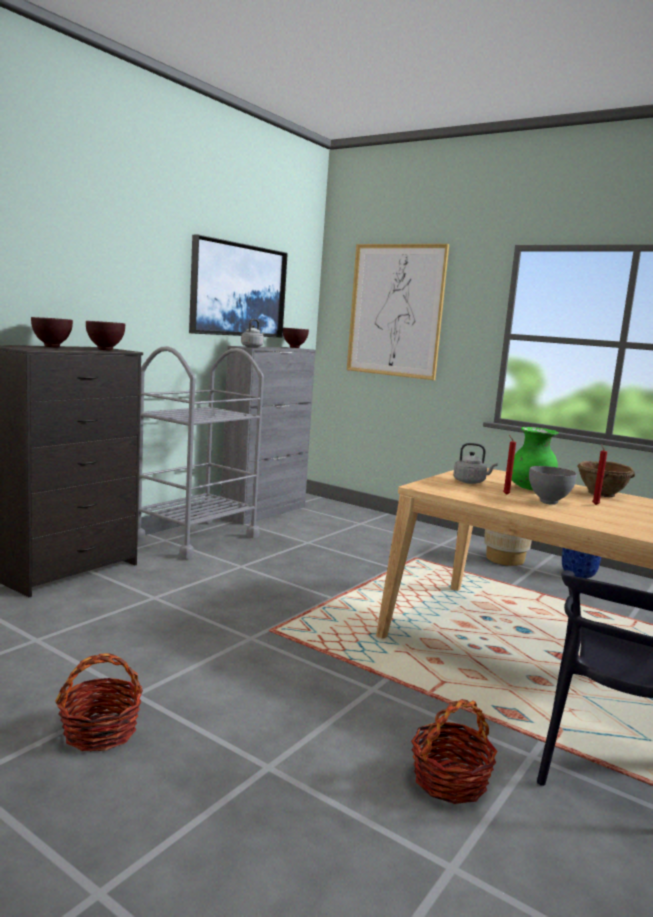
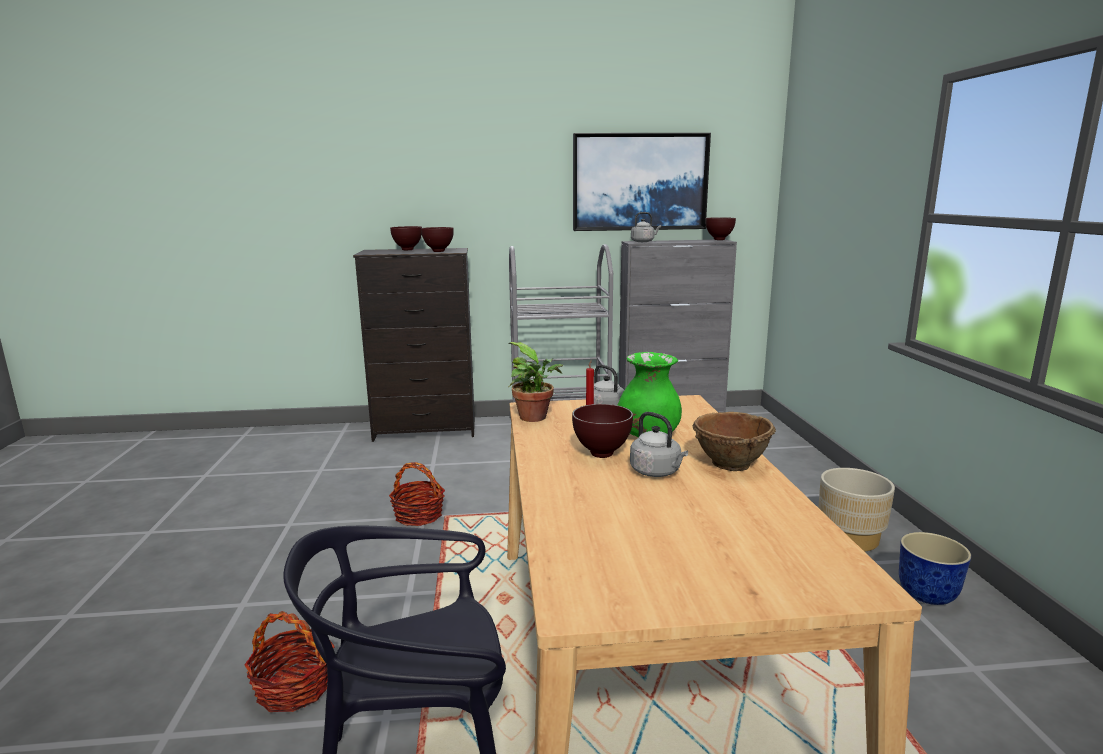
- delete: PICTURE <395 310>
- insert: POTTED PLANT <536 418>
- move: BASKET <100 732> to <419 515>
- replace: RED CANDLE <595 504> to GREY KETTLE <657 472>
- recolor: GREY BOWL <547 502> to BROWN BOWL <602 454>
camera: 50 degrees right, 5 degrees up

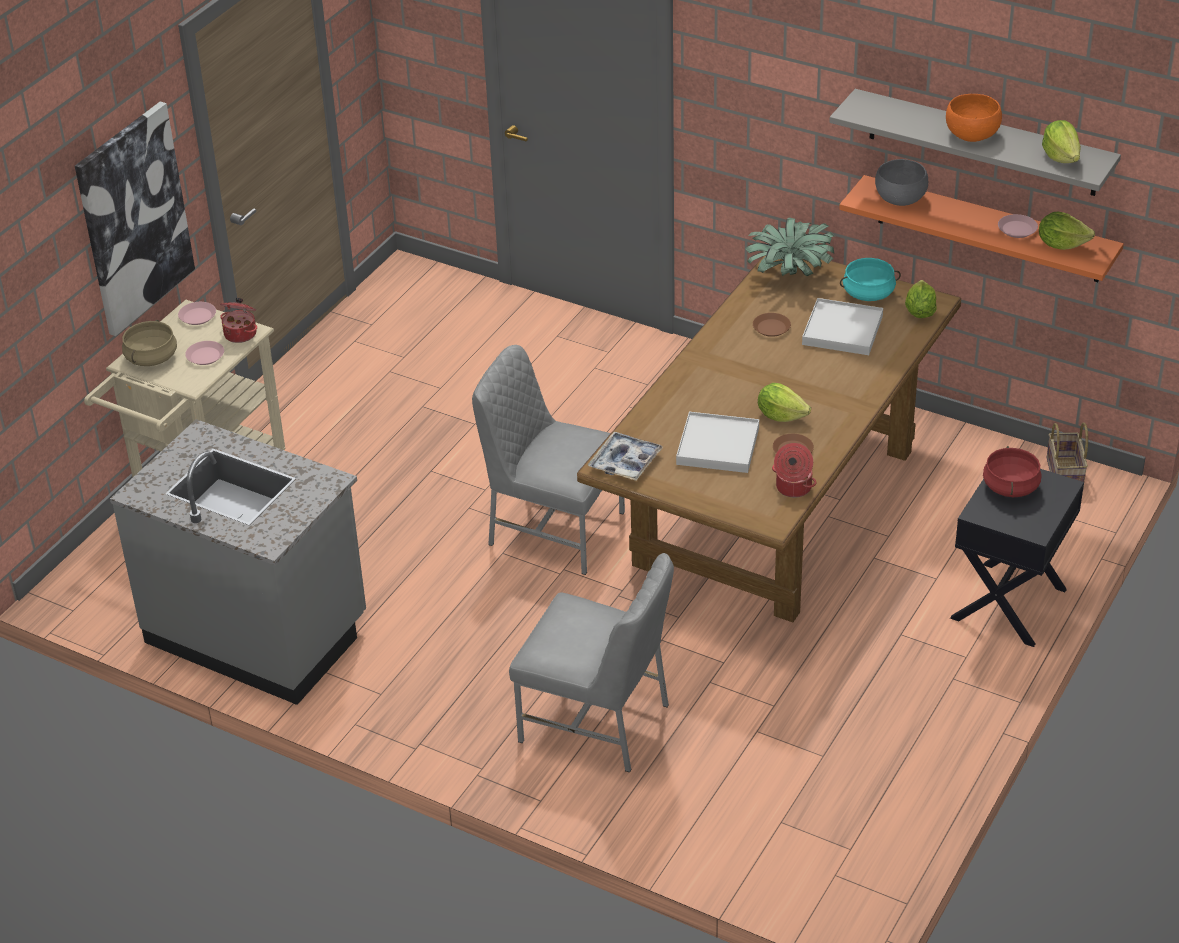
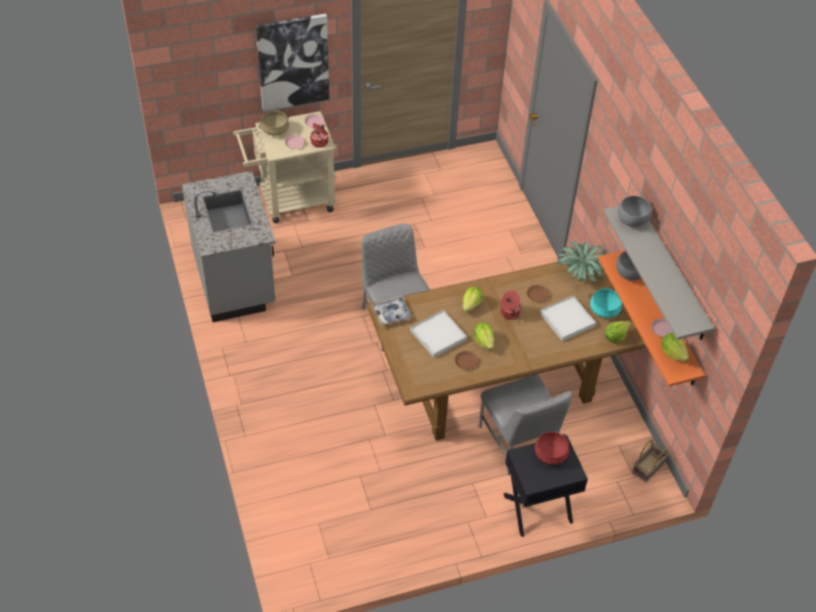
- delete: ORANGE BOWL <972 135>
- insert: GREY BOWL <632 220>
- move: GREY CHAIR <597 722> to <518 442>
- move: COOKING POT <793 488> to <509 312>
- move: LETTUCE <1061 157> to <471 305>
camera: 40 degrees right, 10 degrees up

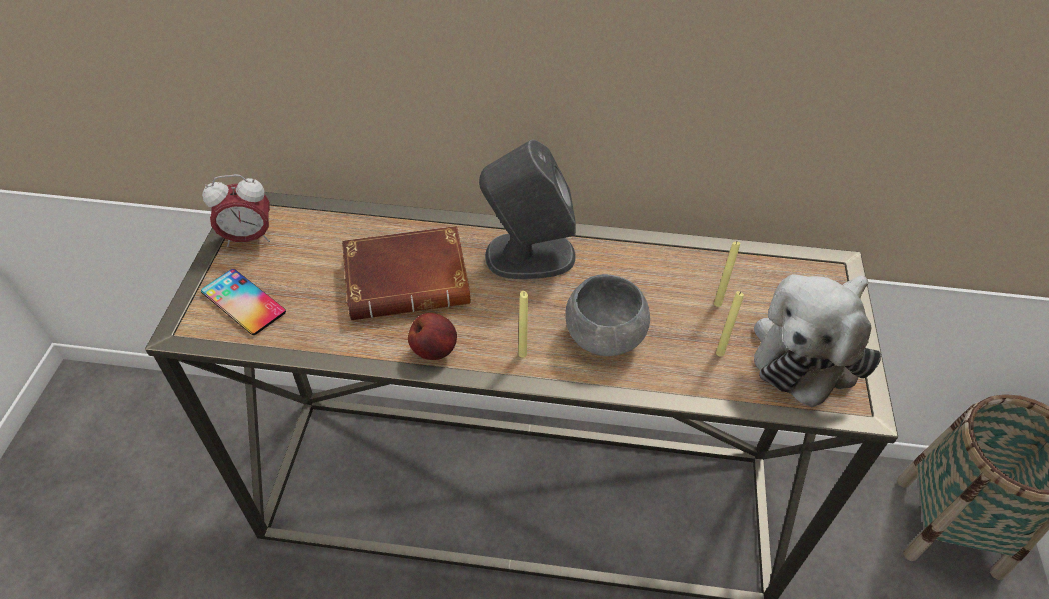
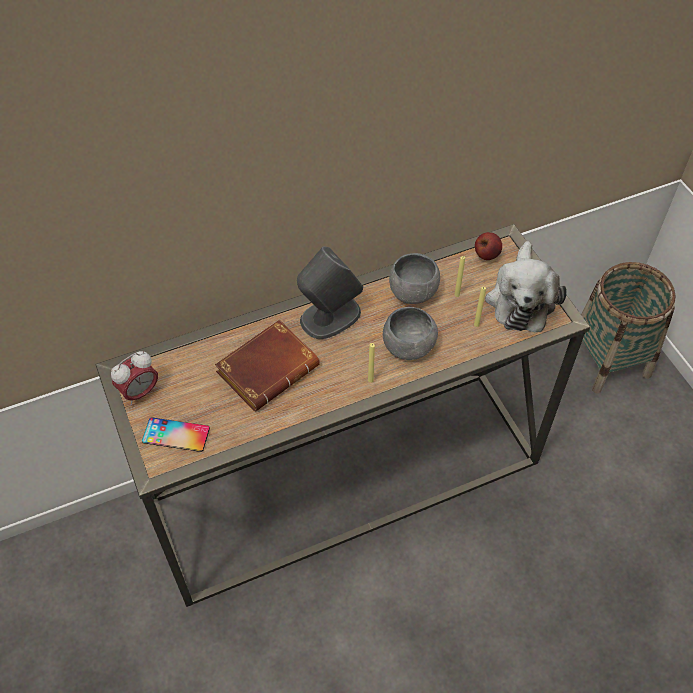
- insert: GREY BOWL <413 292>
- move: APPLE <434 350> to <486 255>
camera: 30 degrees left, 5 degrees up

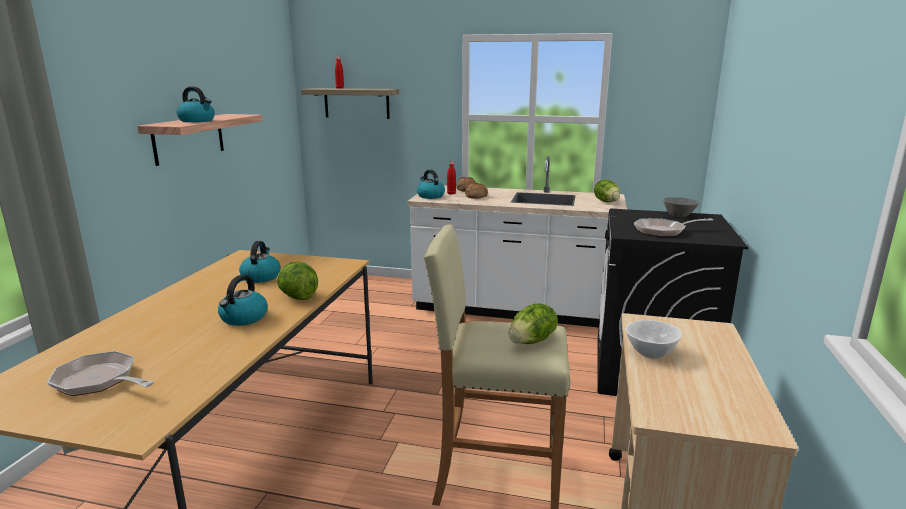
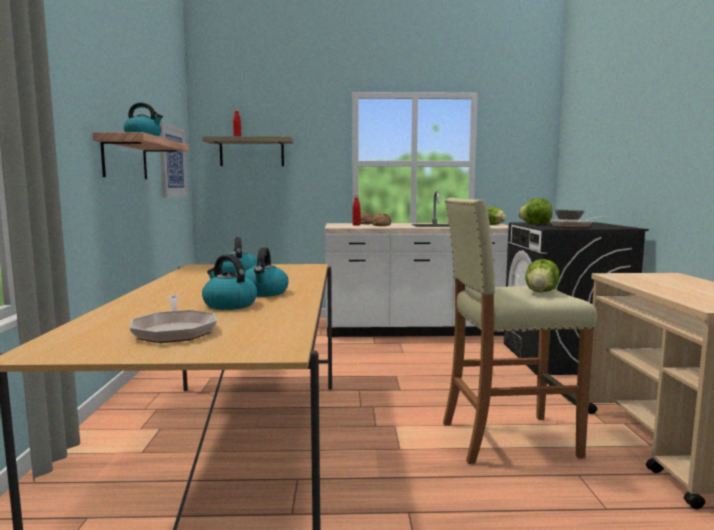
- delete: WHITE BOWL <649 352>
- insert: PICTURE <172 161>
- move: LETTUCE <297 297> to <535 224>
- move: KETTLE <430 196> to <229 305>
- rotate: FRYING PAN <99 381> = <174 330> 120 degrees counterclockwise
camera: 15 degrees left, 10 degrees down

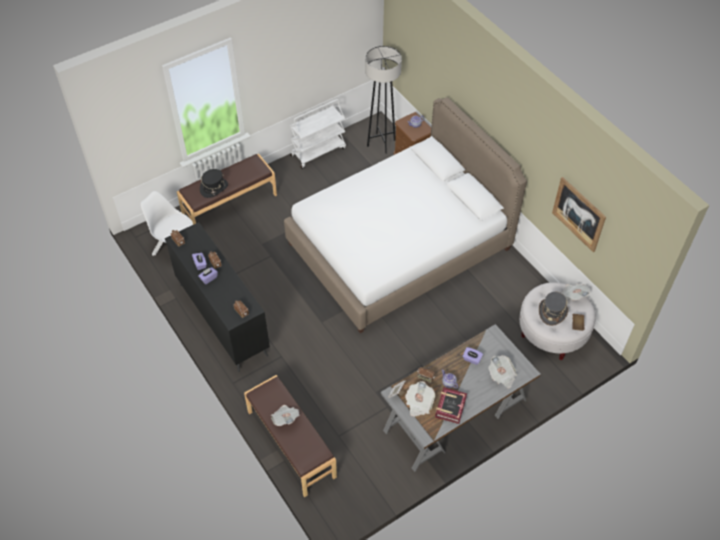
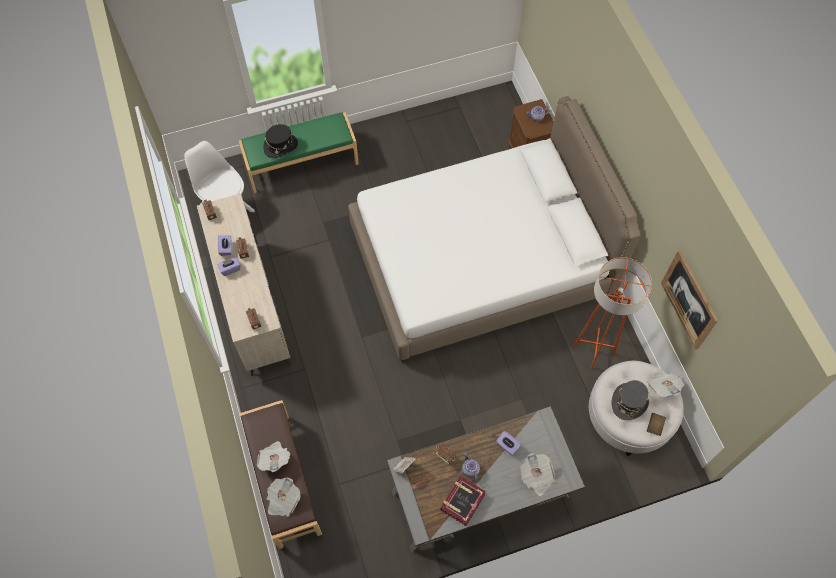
- delete: WHITE CART <318 151>
- delete: GREY FLOOR LAMP <381 143>
- insert: ORANGE FLOOR LAMP <594 350>
- move: NEWSPAPER <419 403> to <283 500>
- recolor: BLACK DRESSER <223 319> to BEIGE DRESSER <253 306>
- recolor: BROWN BENCH <229 204> to GREEN BENCH <301 164>
camera: 15 degrees right, 10 degrees up

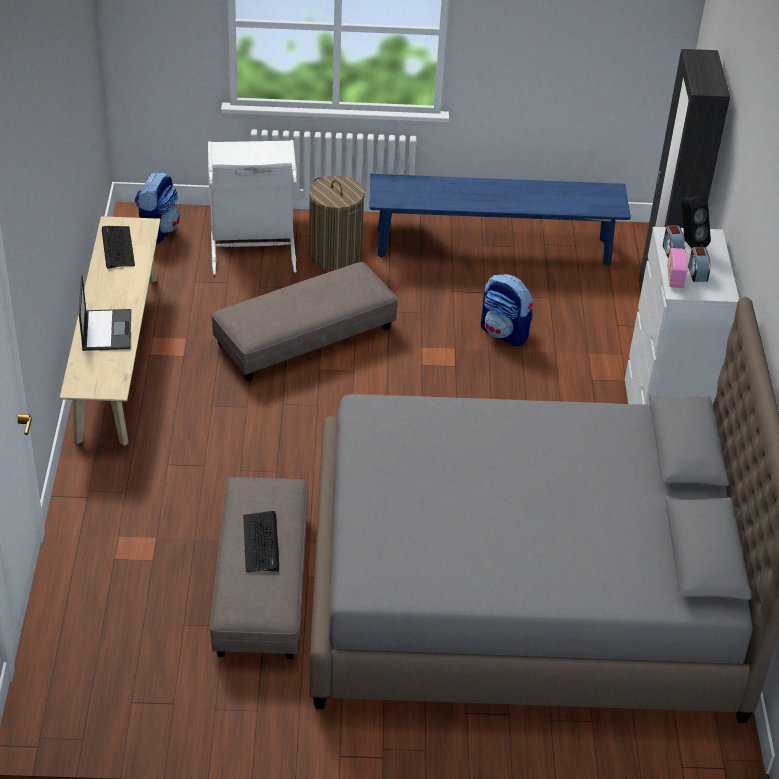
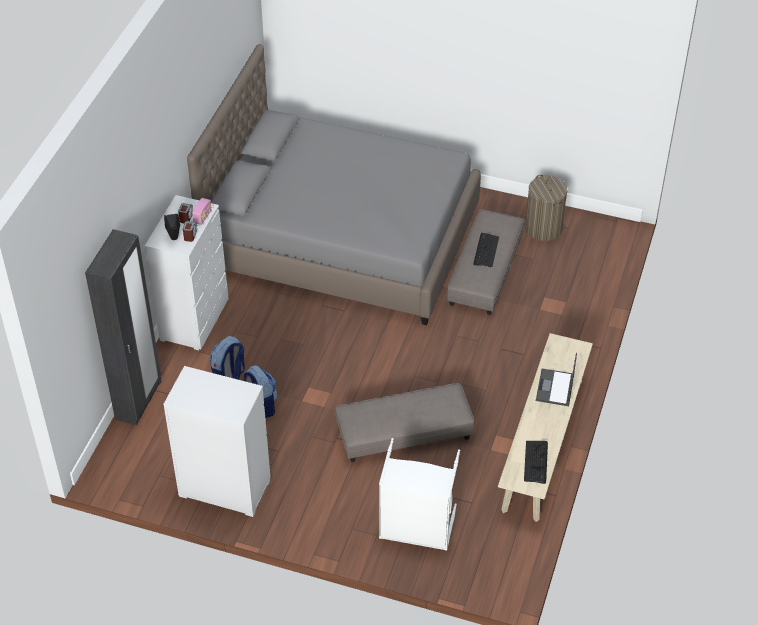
- move: BACKPACK <158 230> to <229 377>
- move: LAUNDRY BASKET <335 255> to <543 228>
- replace: BLUE BENCH <493 247> to WHITE DRESSER <224 487>
camera: 160 degrees left, 5 degrees up

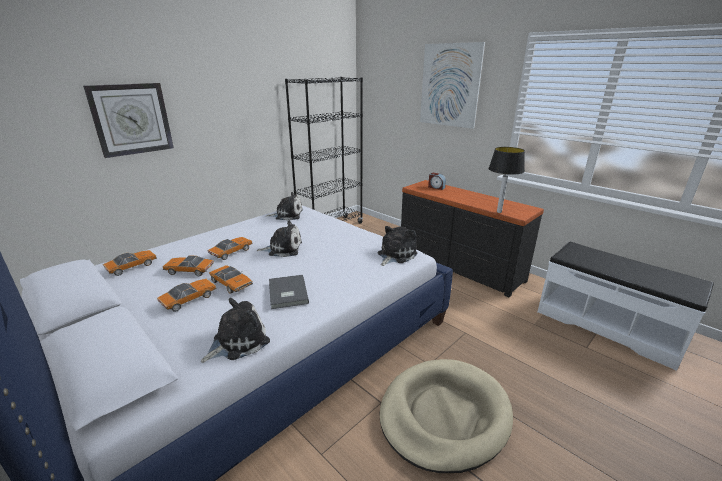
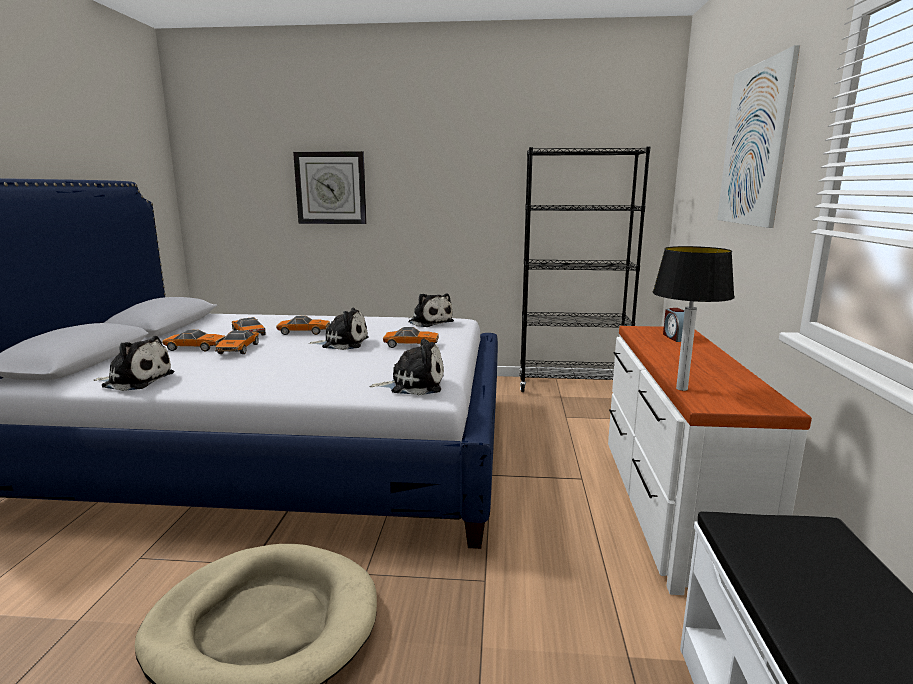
- delete: GREY BOOK <286 293>
- move: TOY CAR <132 266> to <411 345>
- recolor: BLACK DRESSER <458 266> to WHITE DRESSER <671 506>
- rotate: PLUSH TOY <283 249> = <342 343> 45 degrees counterclockwise
camera: 50 degrees right, 10 degrees down

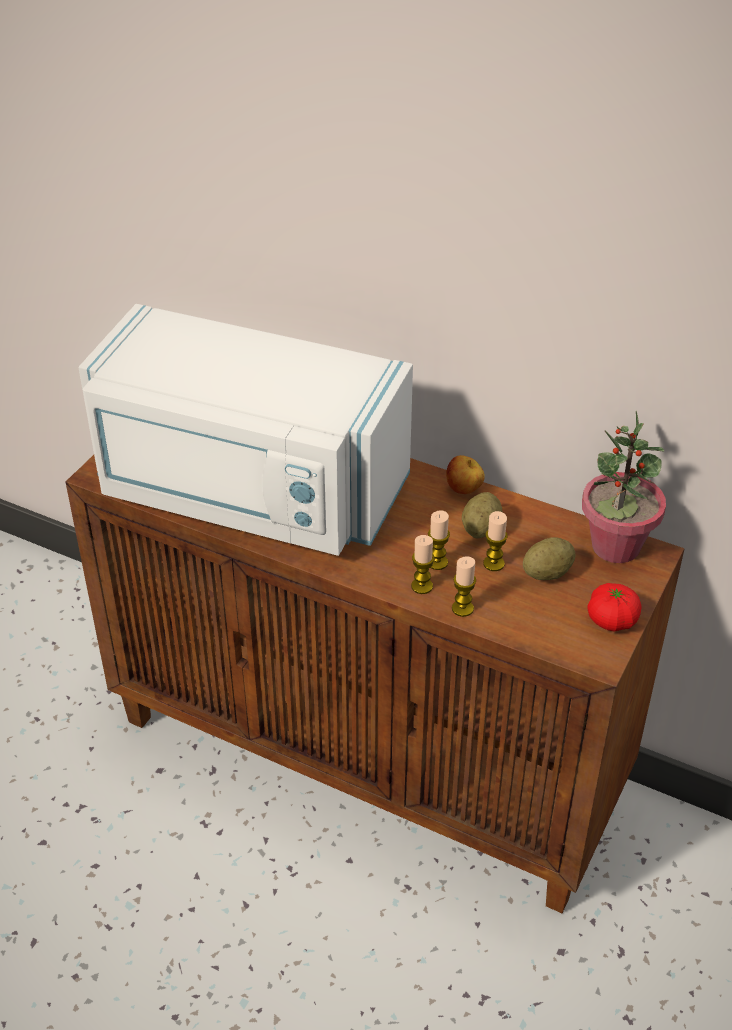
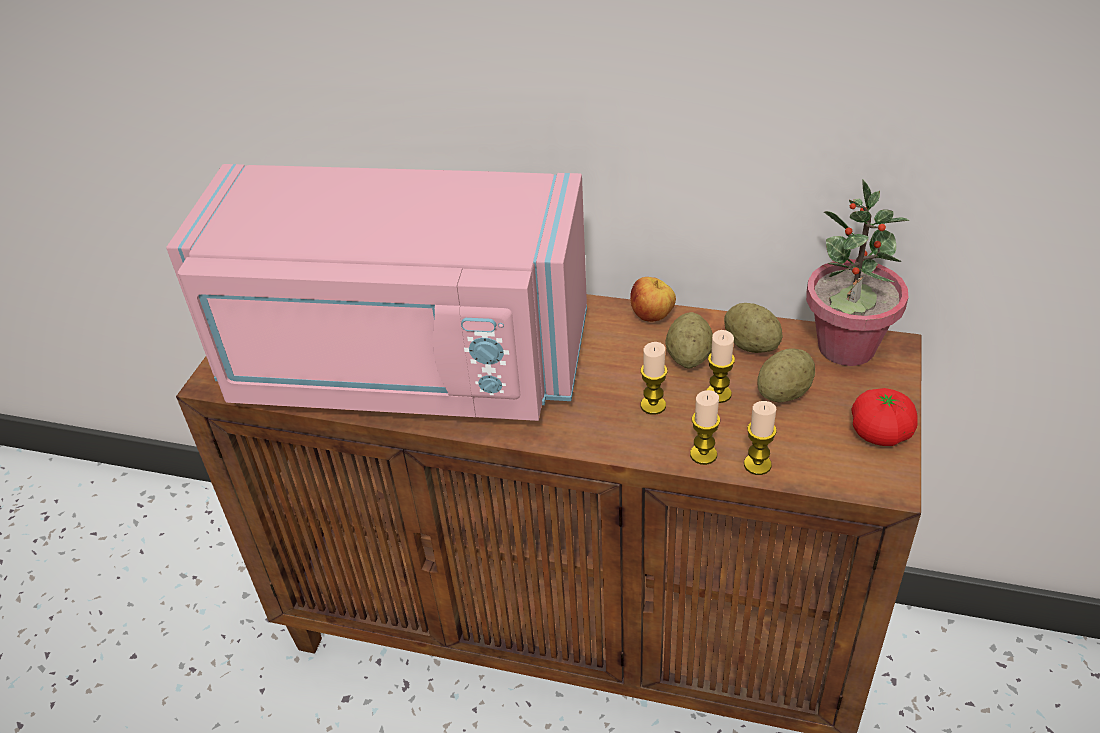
- insert: POTATO <751 345>
- move: CANDLE <422 586> to <757 465>
- recolor: WHITE MICROWAVE <248 492> to PINK MICROWAVE <403 366>
camera: 10 degrees left, 0 degrees up

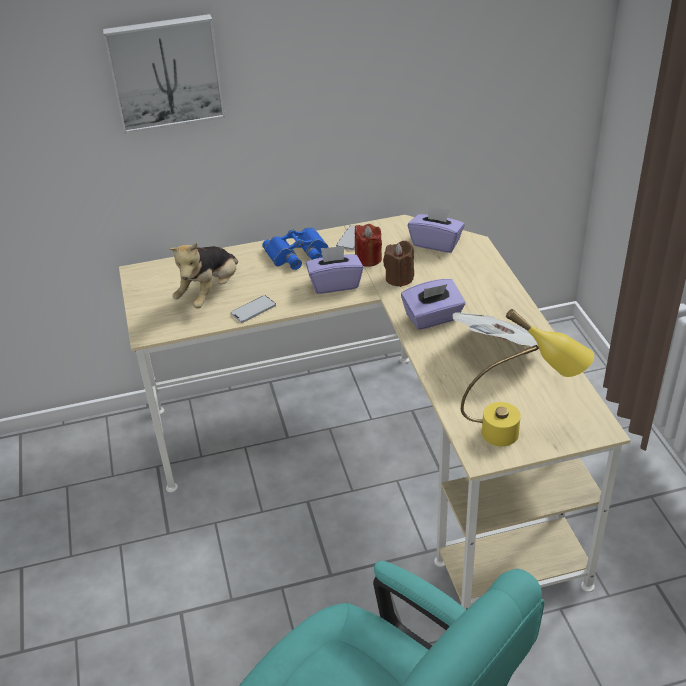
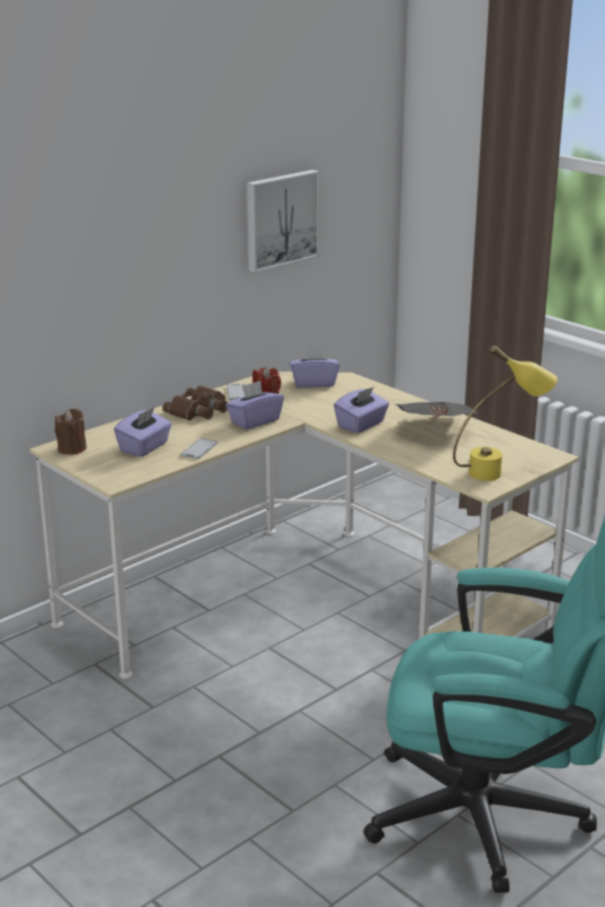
- move: PICTURE <165 72> to <280 219>
- move: BROWN CANDLE <399 278> to <72 449>
- replace: PLUSH TOY <210 293> to PURPLE TISSUE BOX <144 447>
- recolor: BLUE BINOCULARS <298 255> to BROWN BINOCULARS <199 410>
camera: 30 degrees left, 15 degrees down

